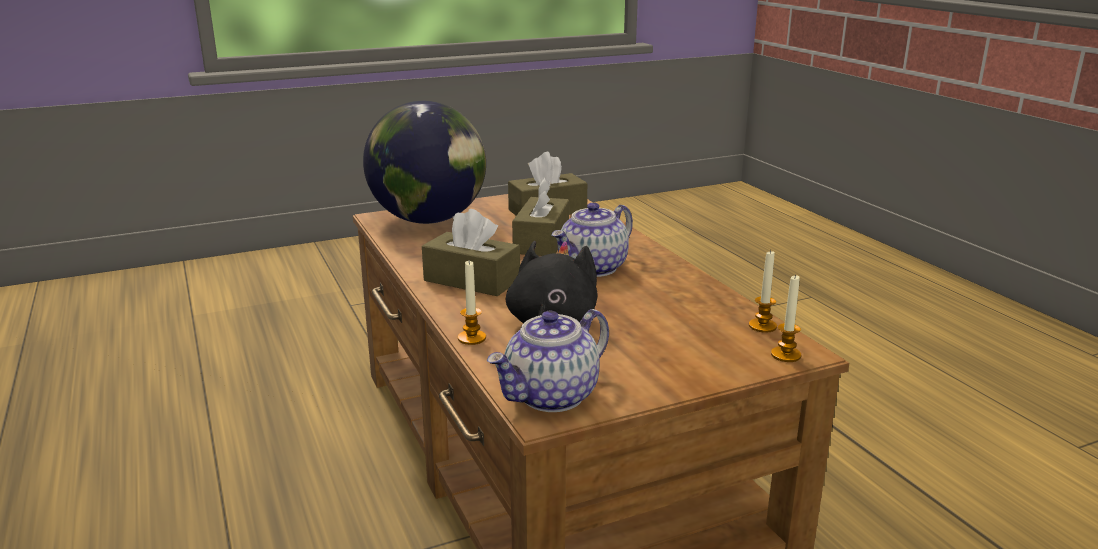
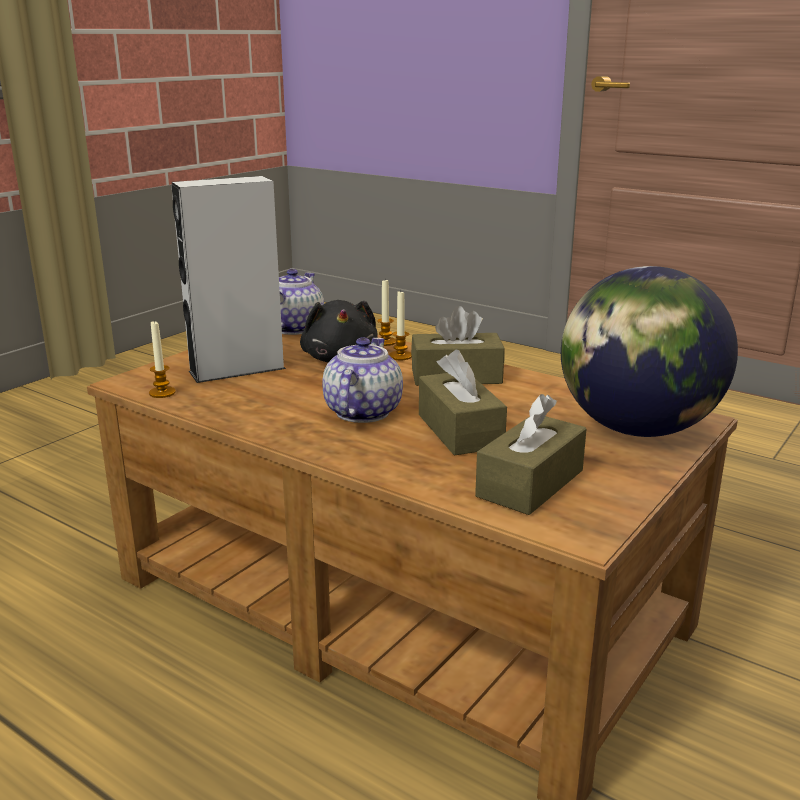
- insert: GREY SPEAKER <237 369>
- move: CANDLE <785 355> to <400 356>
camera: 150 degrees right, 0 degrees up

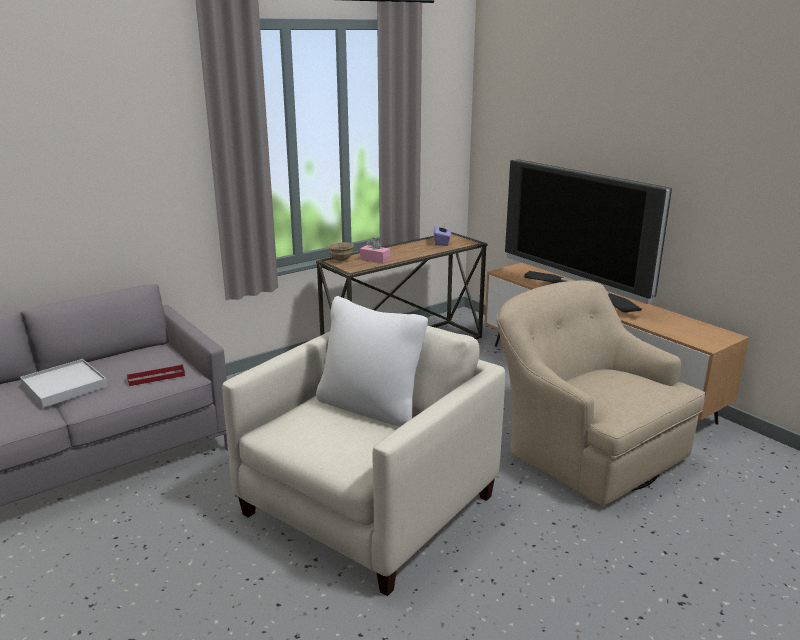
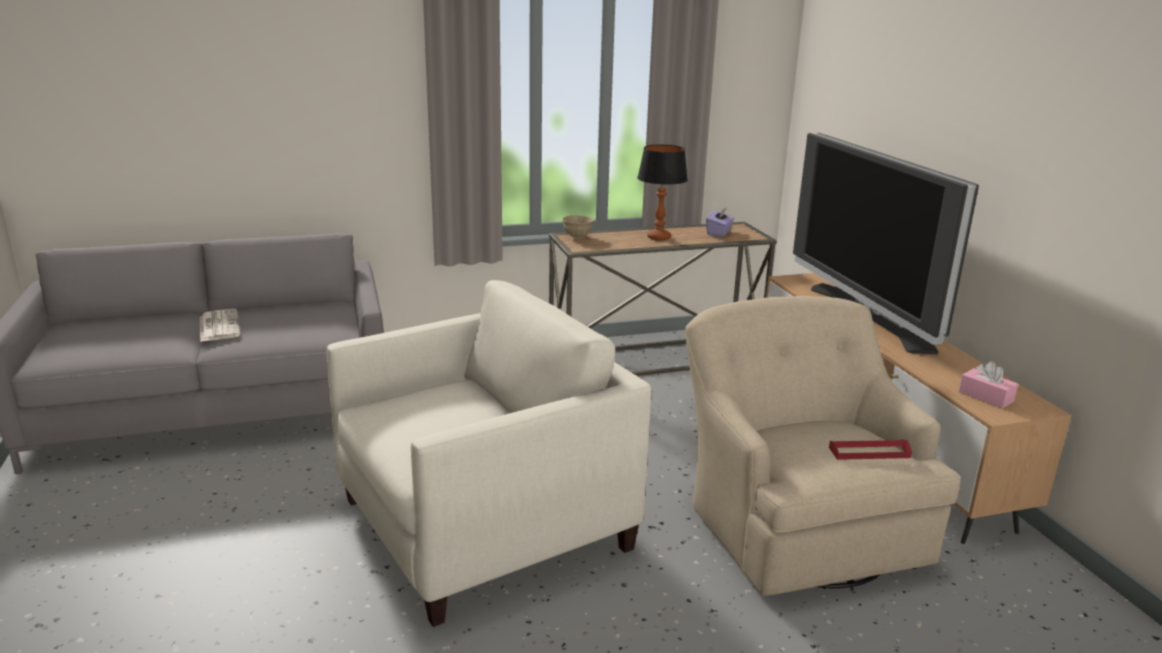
- delete: WHITE PILLOW <370 407>
- insert: TABLE LAMP <658 237>
- move: RED TRAY <156 377> to <869 452>
- move: PINK TISSUE BOX <375 259> to <985 396>
- replace: WHITE TRAY <64 386> to NEWSPAPER <218 326>
camera: 20 degrees right, 0 degrees up

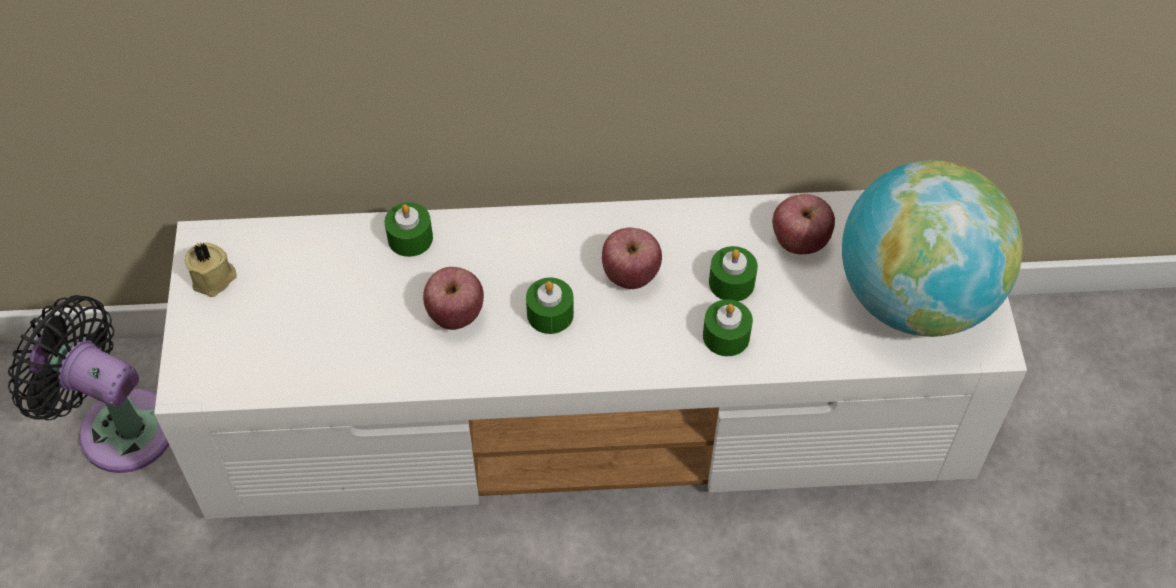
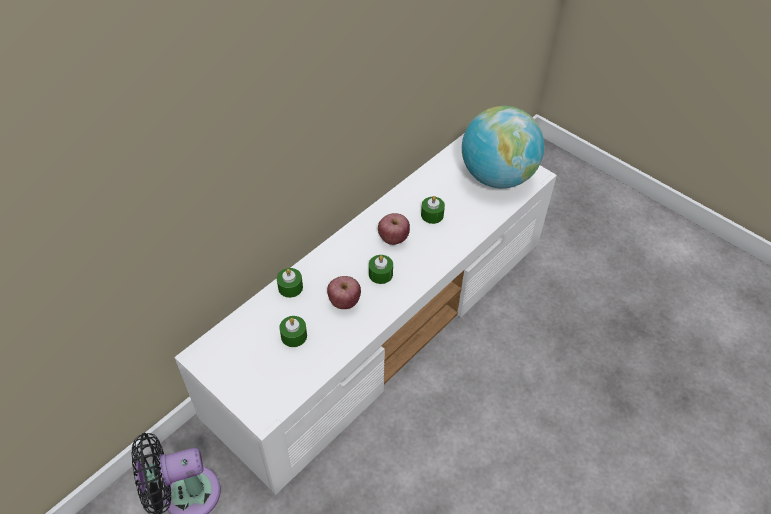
- delete: BEIGE CANDLE <214 279>
- delete: APPLE <799 241>
- move: GREEN CANDLE <726 336> to <294 336>
camera: 45 degrees left, 5 degrees down

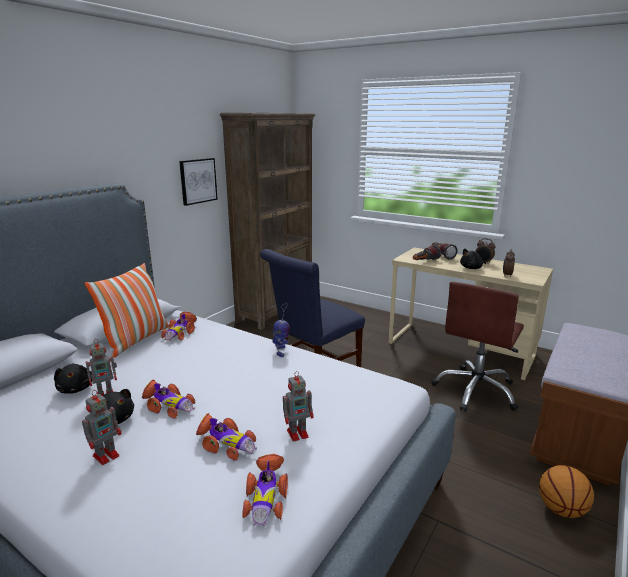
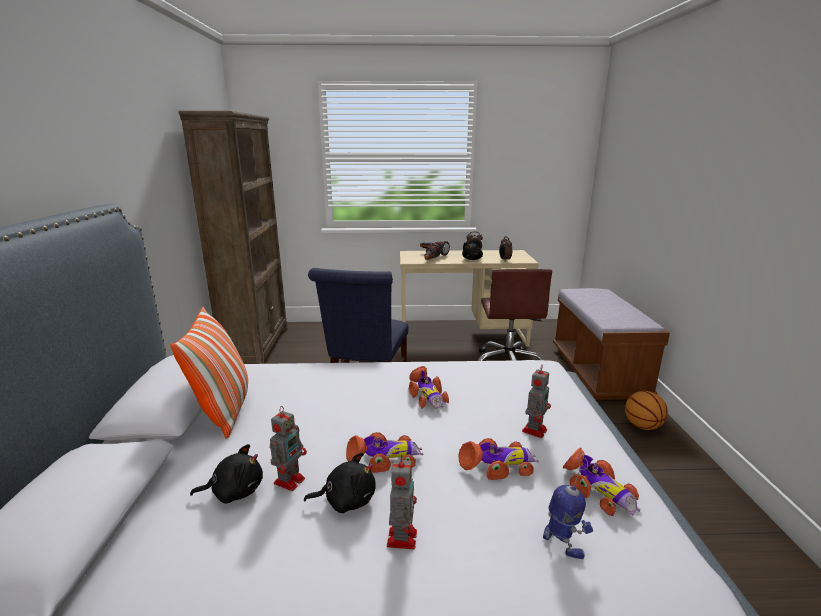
- delete: PICTURE <198 181>
- move: TOY CAR <180 333> to <427 396>
- move: TOY ROBOT <281 351> to <562 544>
- rotate: BLACK PLUSH TOY <76 388> = <234 491> 45 degrees counterclockwise
camera: 35 degrees left, 0 degrees up

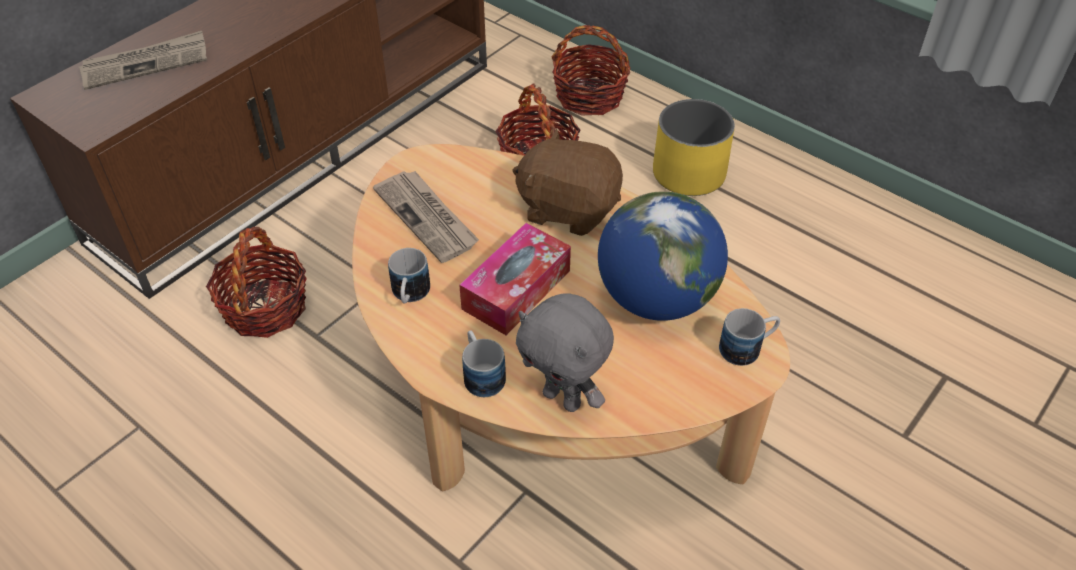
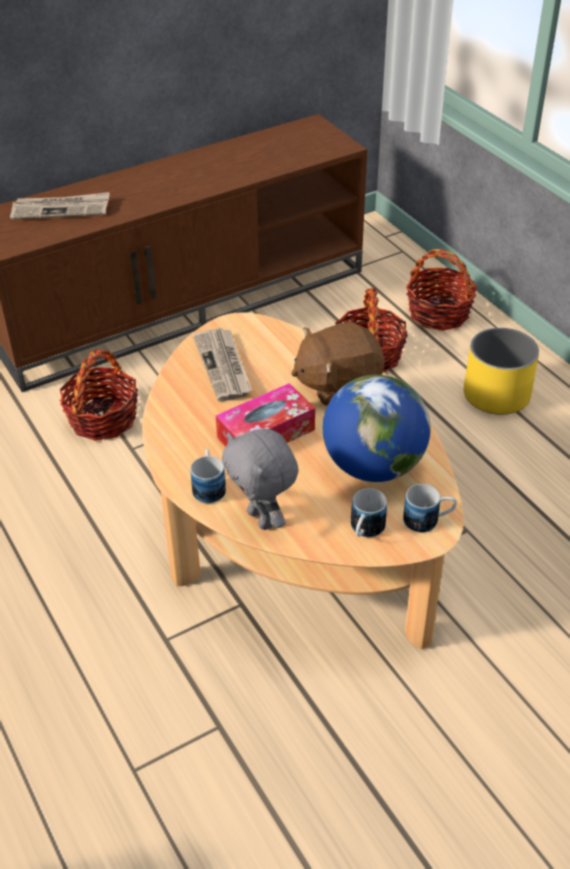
- move: MUG <409 295> to <365 531>
- rotate: BROWN PLUSH TOY <568 208> = <338 384> 60 degrees counterclockwise
camera: 20 degrees right, 5 degrees down

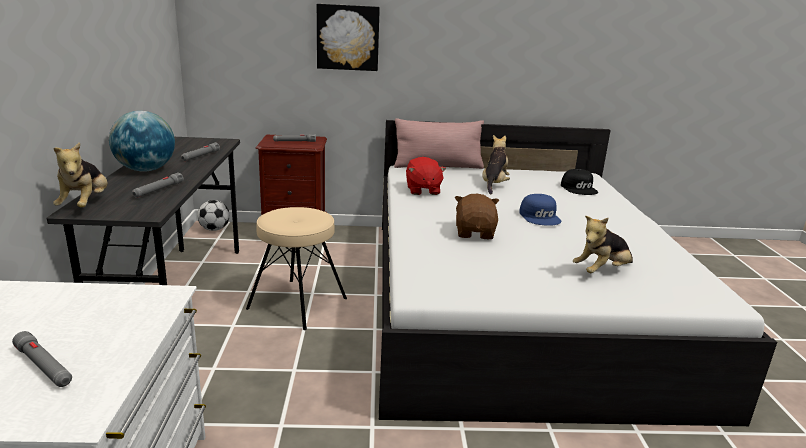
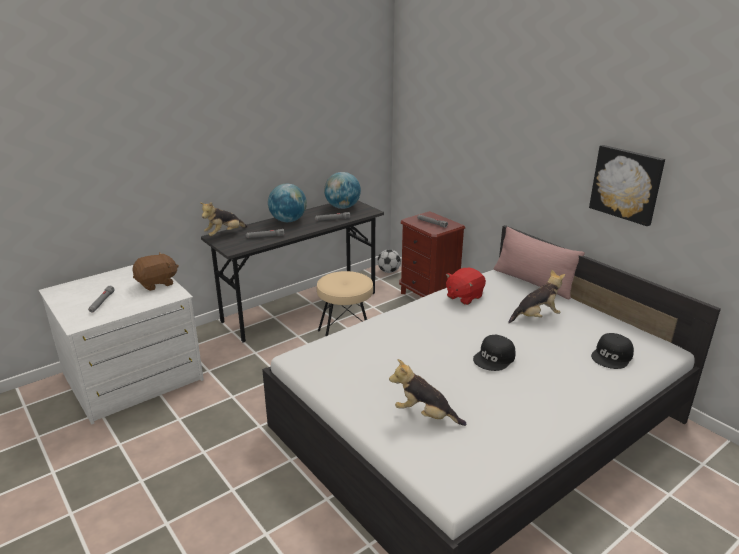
- insert: GLOBE <342 207>
- move: PICTURE <348 37> to <627 184>
- move: BROWN PLUSH TOY <475 233> to <157 283>
- recolor: BLUE CAP <540 217> to BLACK CAP <494 358>
camera: 55 degrees right, 5 degrees up

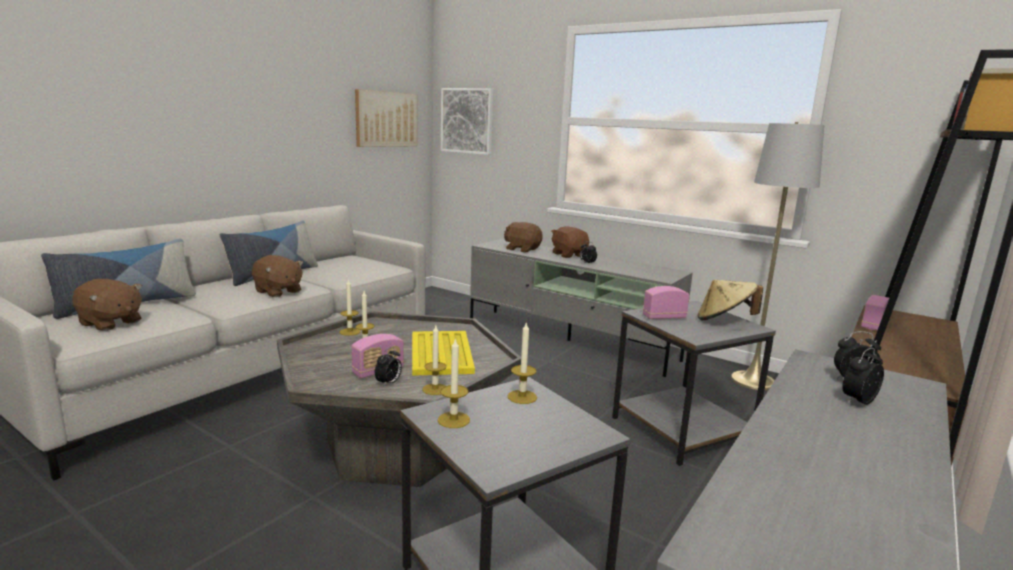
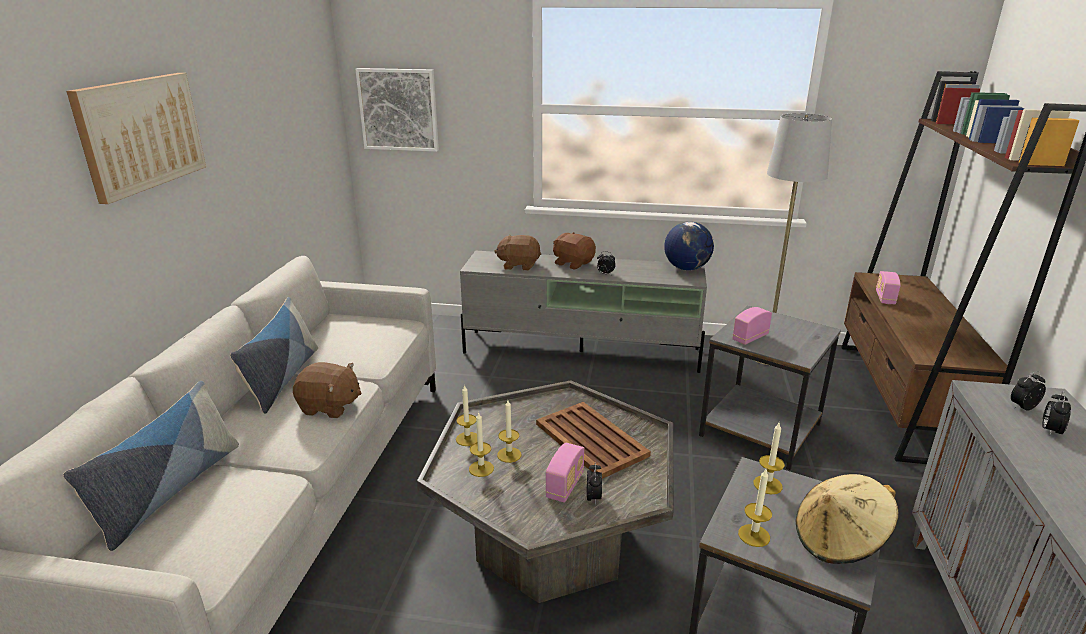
- delete: BROWN PLUSH TOY <110 323>
- insert: GLOBE <686 268>
- move: PICTURE <386 119> to <141 133>
- move: CANDLE <435 389> to <481 468>
- move: BEIGE HAT <724 320> to <839 541>
- recolor: YELLOW TRAY <440 354> to BROWN TRAY <591 440>
camera: 25 degrees left, 10 degrees up

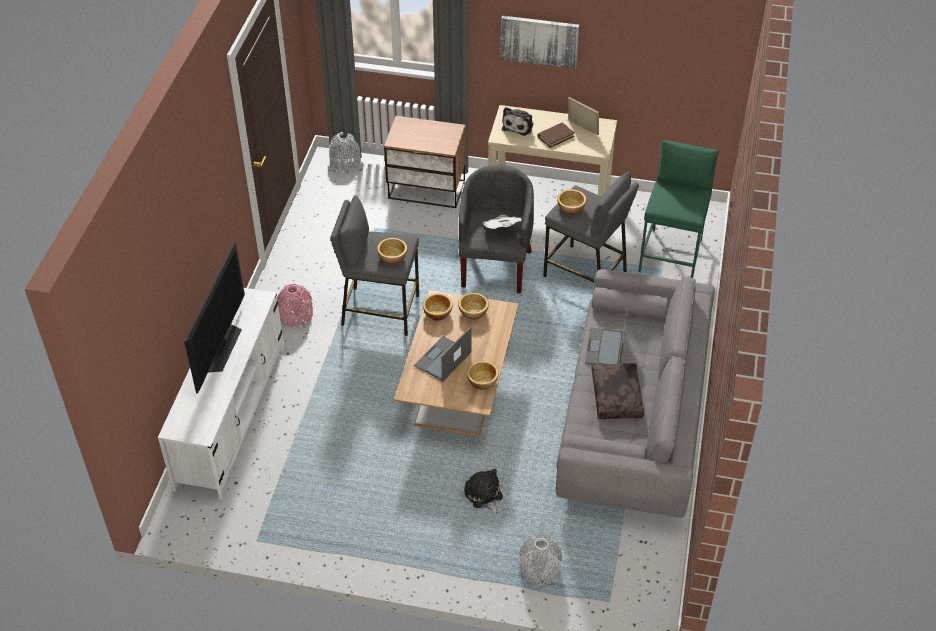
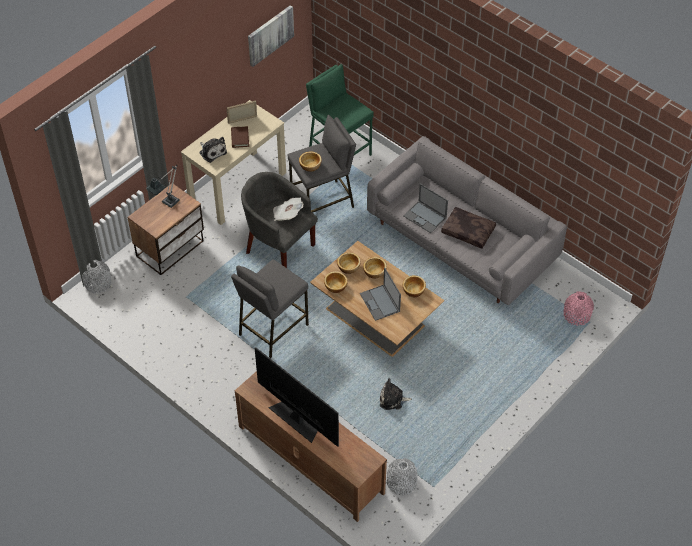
- insert: TABLE LAMP <168 204>
- move: PINK VASE <296 315> to <576 315>
- move: BOWL <393 257> to <374 272>
- move: PLUSH TOY <484 496> to <393 399>
- move: PICTURE <539 41> to <270 35>
- move: GREY VASE <539 568> to <401 482>
- recolor: WHITE TV STAND <231 415> to BROWN TV STAND <310 459>
camera: 60 degrees left, 5 degrees up

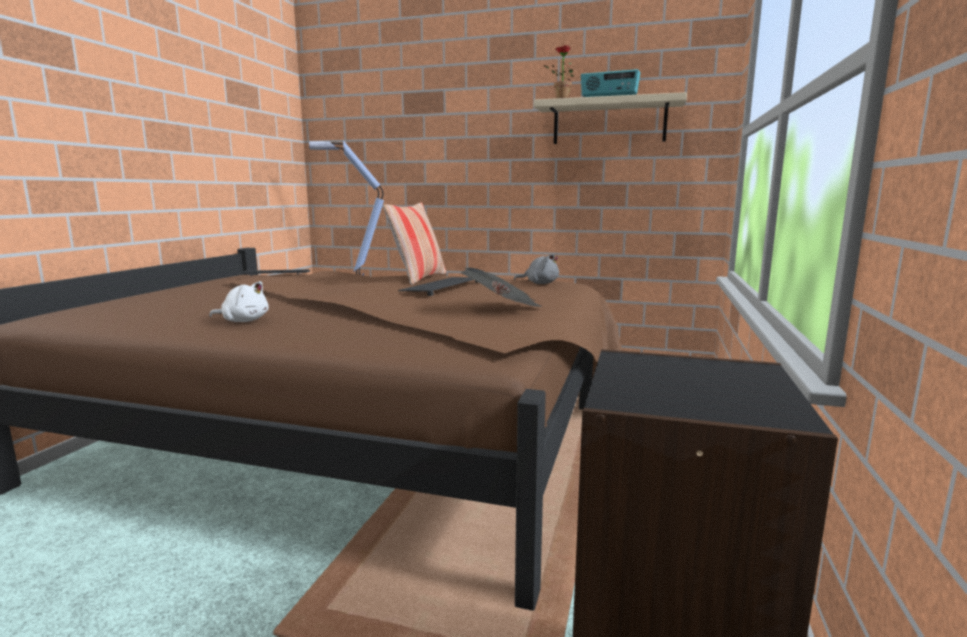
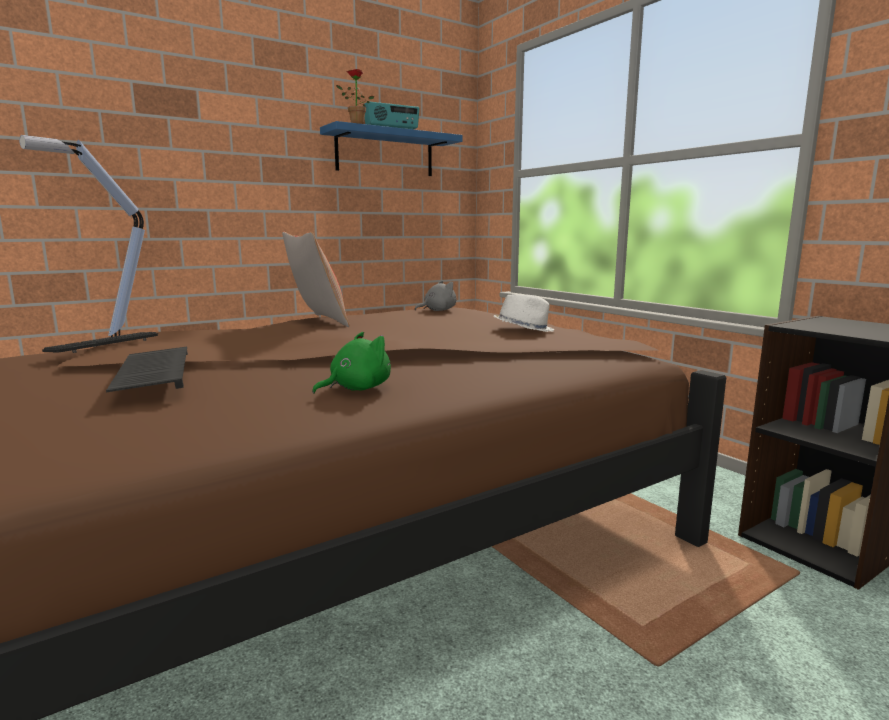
- move: KEYBOARD <441 287> to <151 372>
- replace: NEWSPAPER <503 310> to WHITE HAT <524 329>
- recolor: WHITE PLUSH TOY <243 321> to GREEN PLUSH TOY <356 389>
- recolor: BEIGE SHELF <609 122> to BLUE SHELF <385 153>
camera: 50 degrees left, 0 degrees up

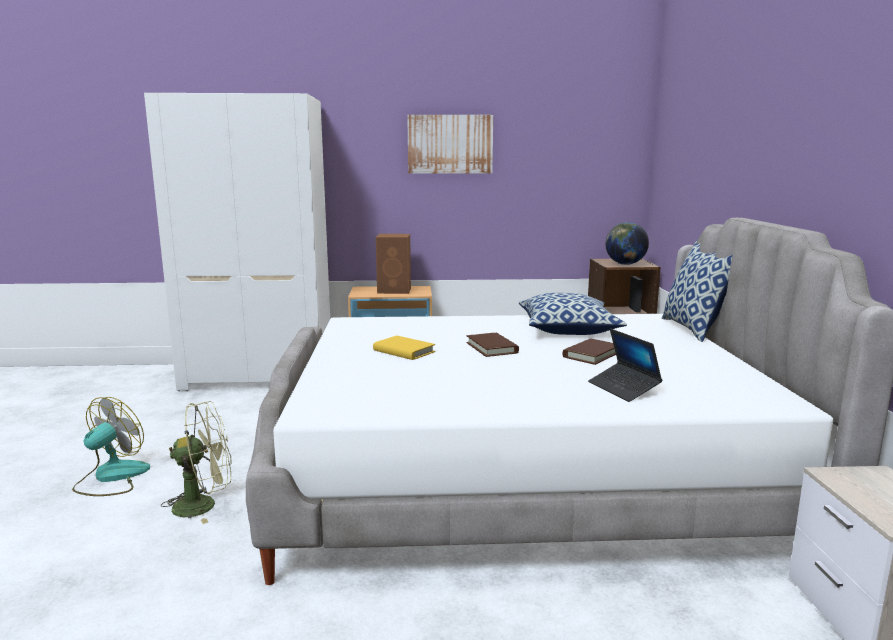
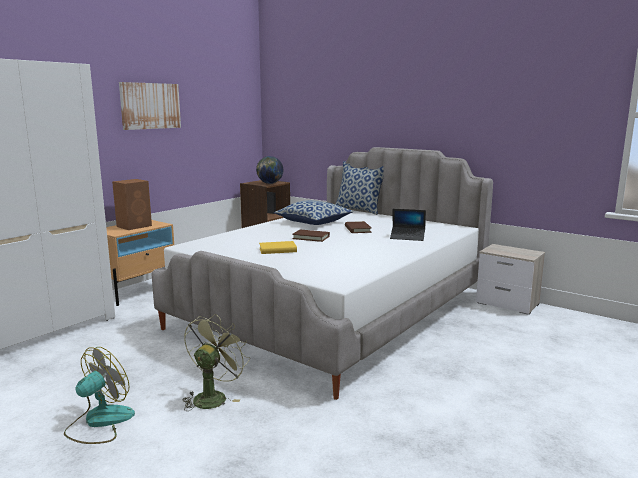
- rotate: FAN <111 477> = <99 422> 60 degrees clockwise
camera: 50 degrees left, 0 degrees up

